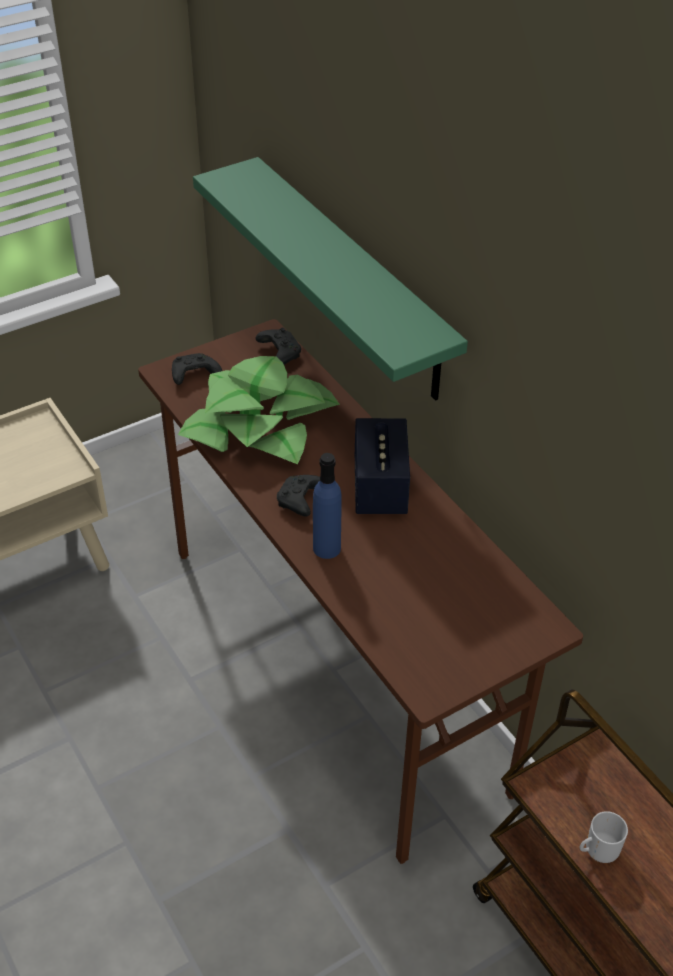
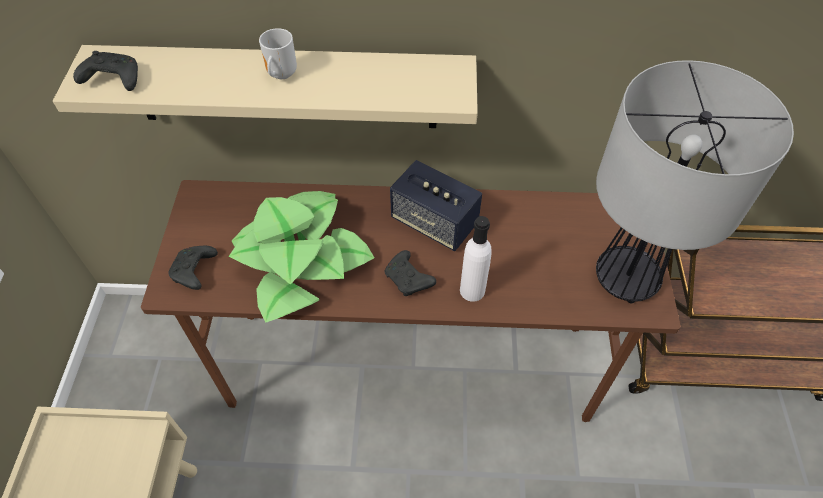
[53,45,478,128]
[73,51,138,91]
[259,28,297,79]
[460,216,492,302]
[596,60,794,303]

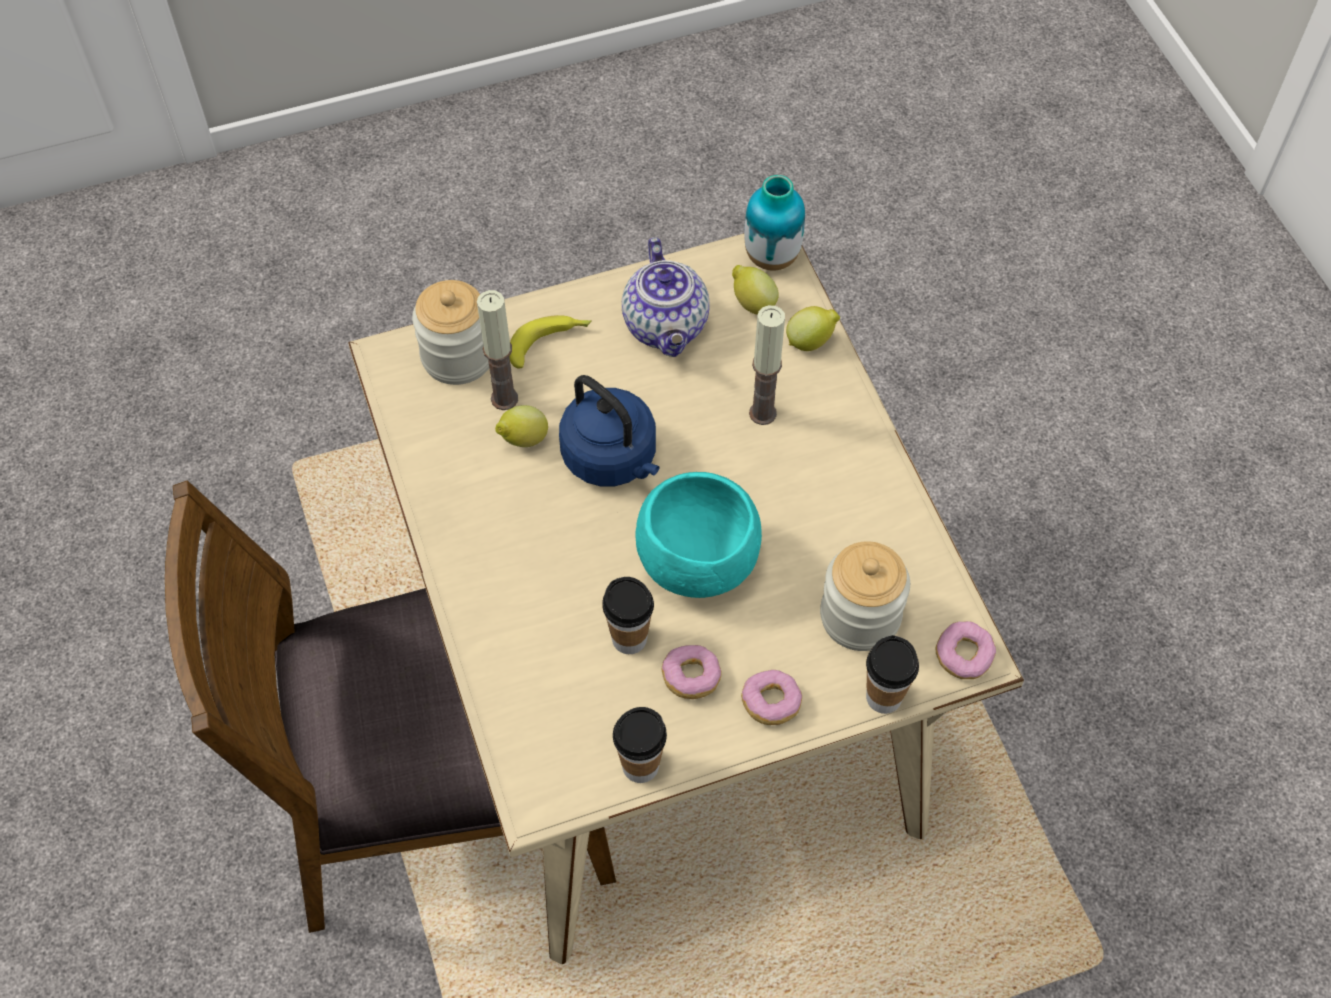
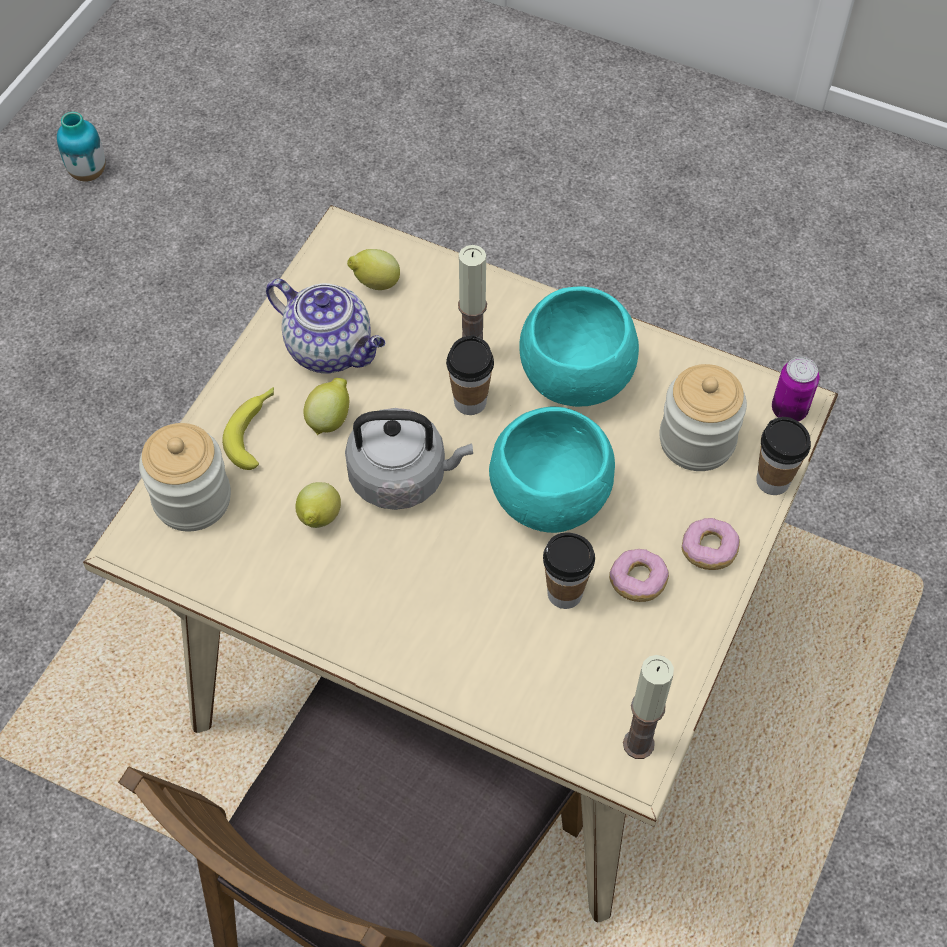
[57,112,105,182]
[303,378,349,435]
[345,408,473,510]
[446,336,494,415]
[519,286,639,407]
[623,655,674,759]
[772,357,820,422]

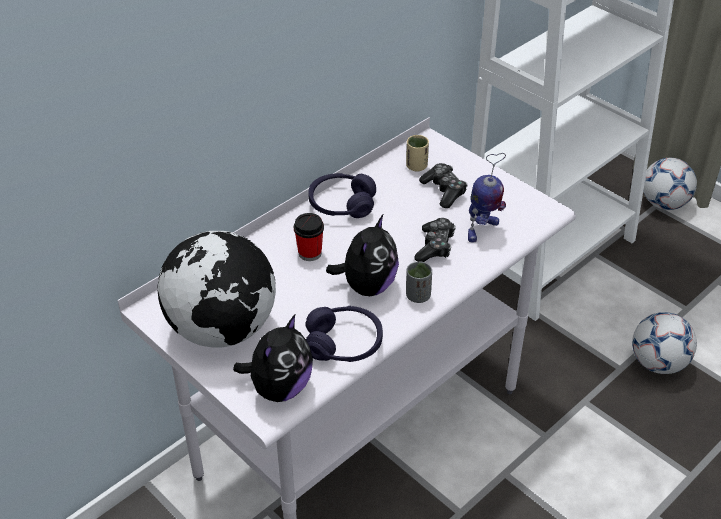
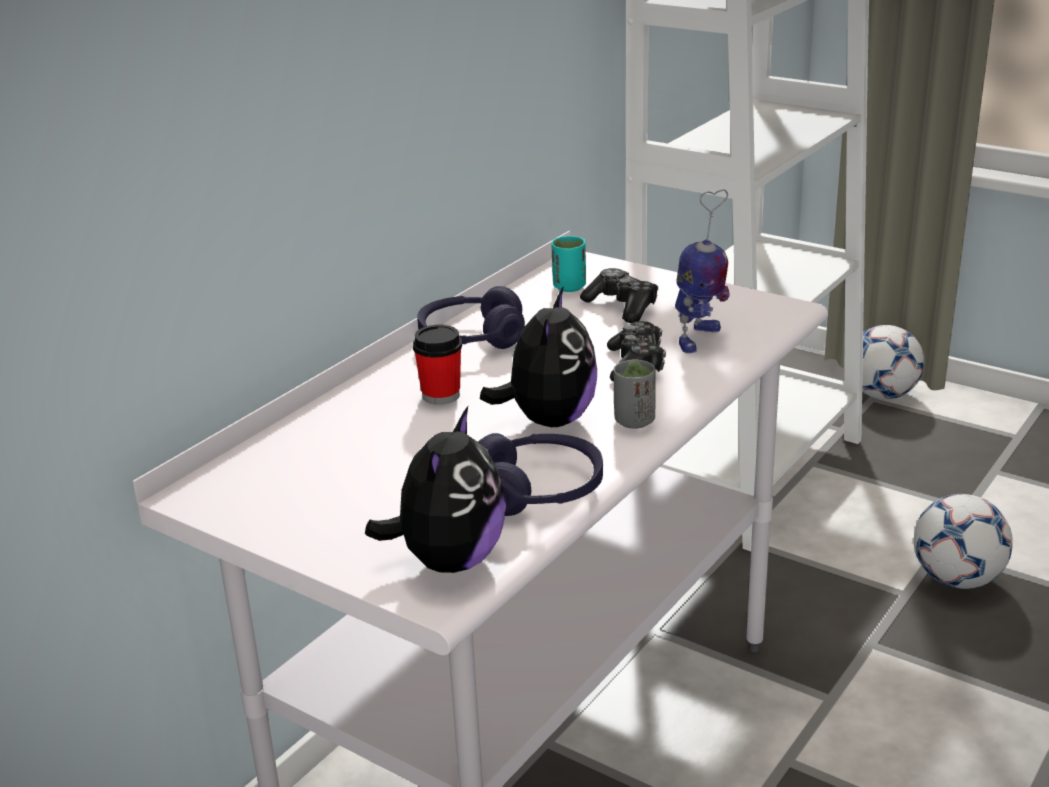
[551,236,586,292]
[157,231,276,347] (first image)

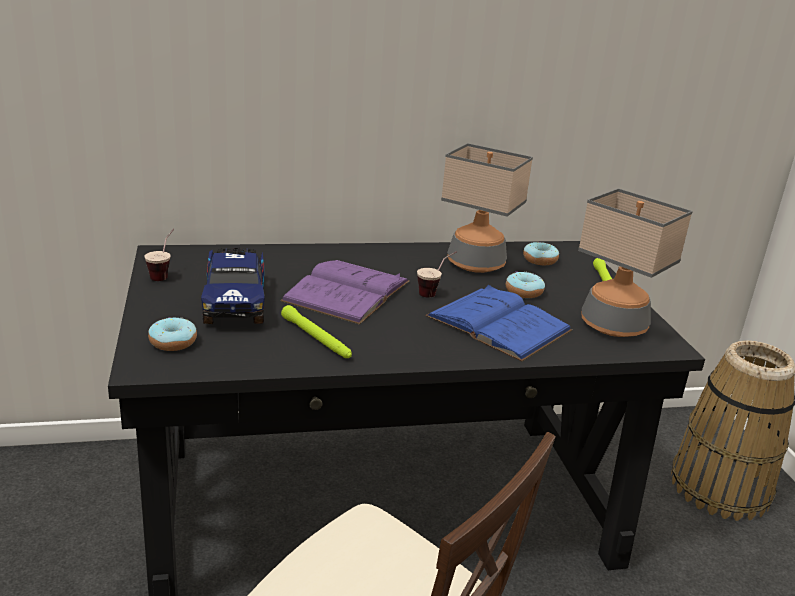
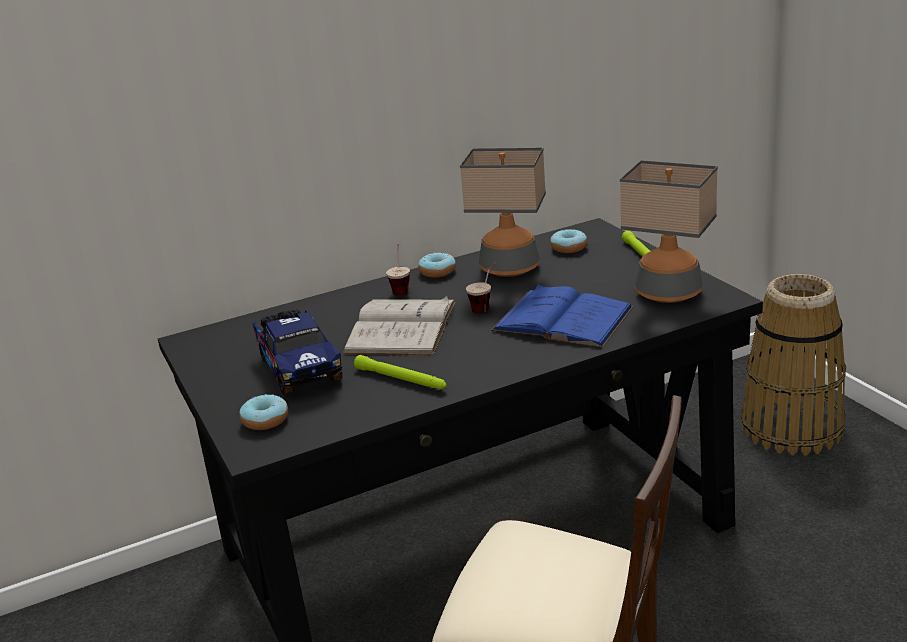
[343,296,456,356]
[386,244,410,296]
[418,252,456,277]

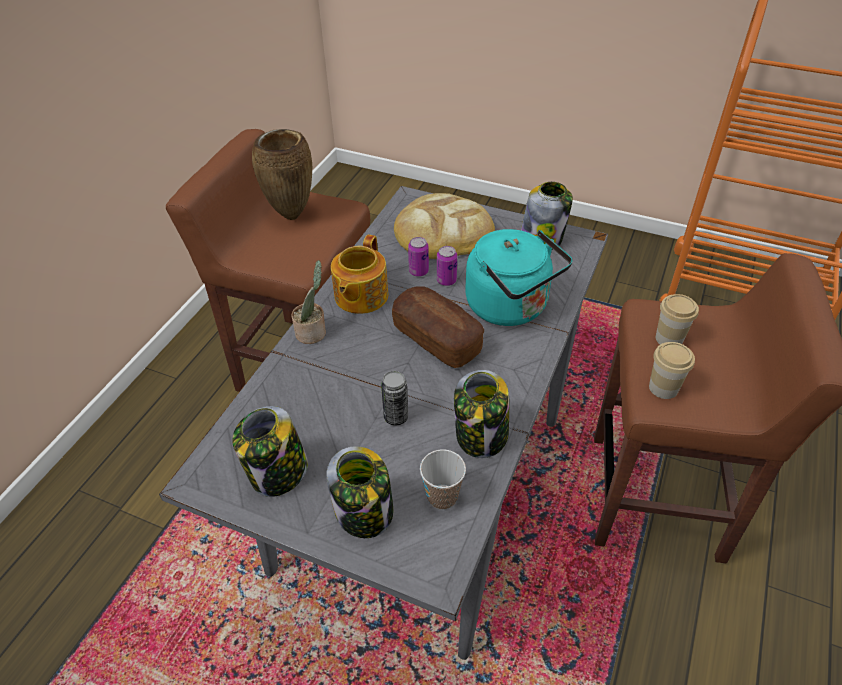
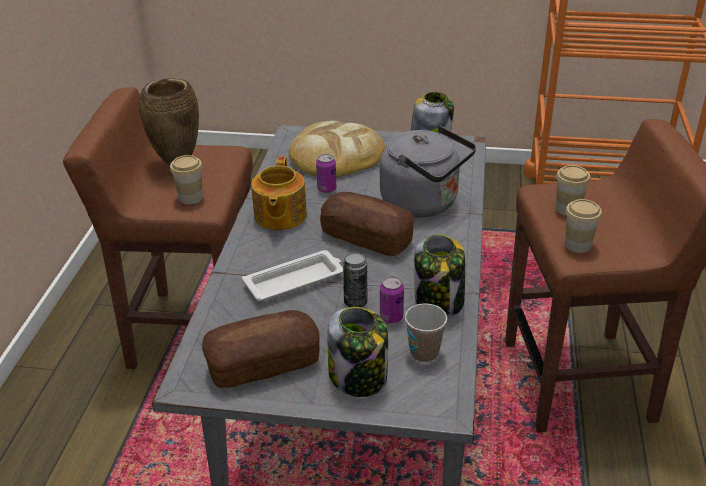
[170,155,203,205]
[202,310,320,388]
[242,250,343,301]
[380,126,476,217]
[380,276,404,323]
[292,260,326,344] (first image)

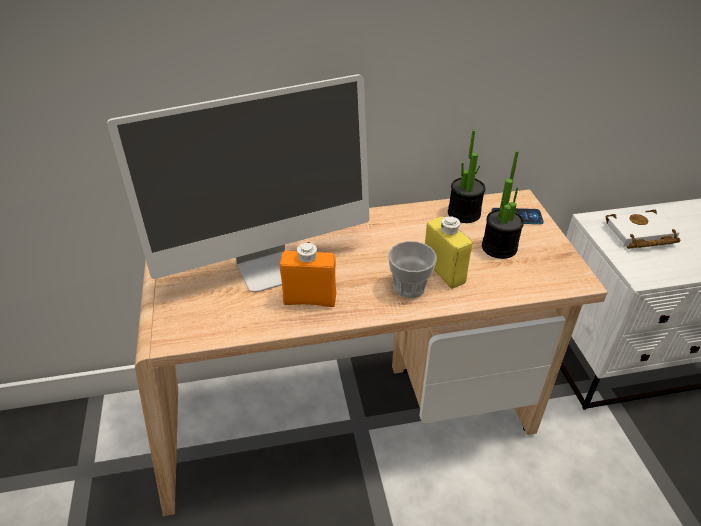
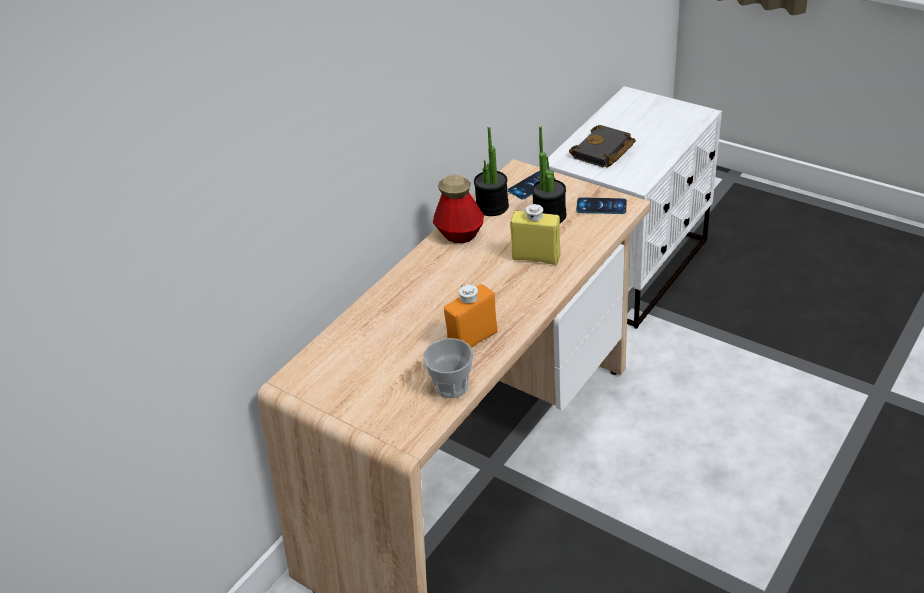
[423,338,473,398]
[433,175,484,243]
[569,125,636,168]
[576,197,627,214]
[107,74,369,292] (first image)

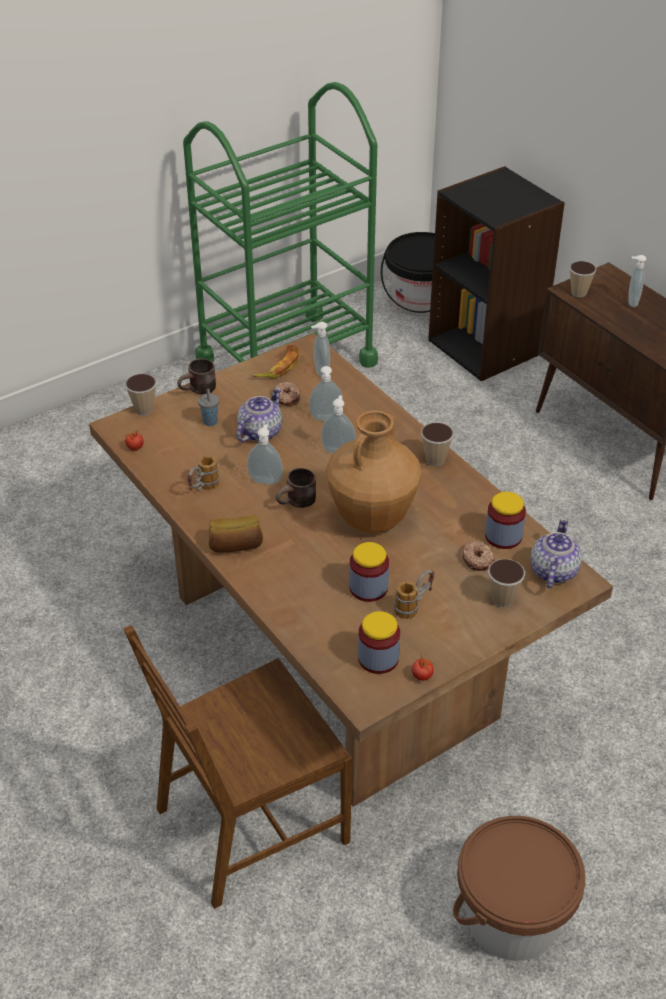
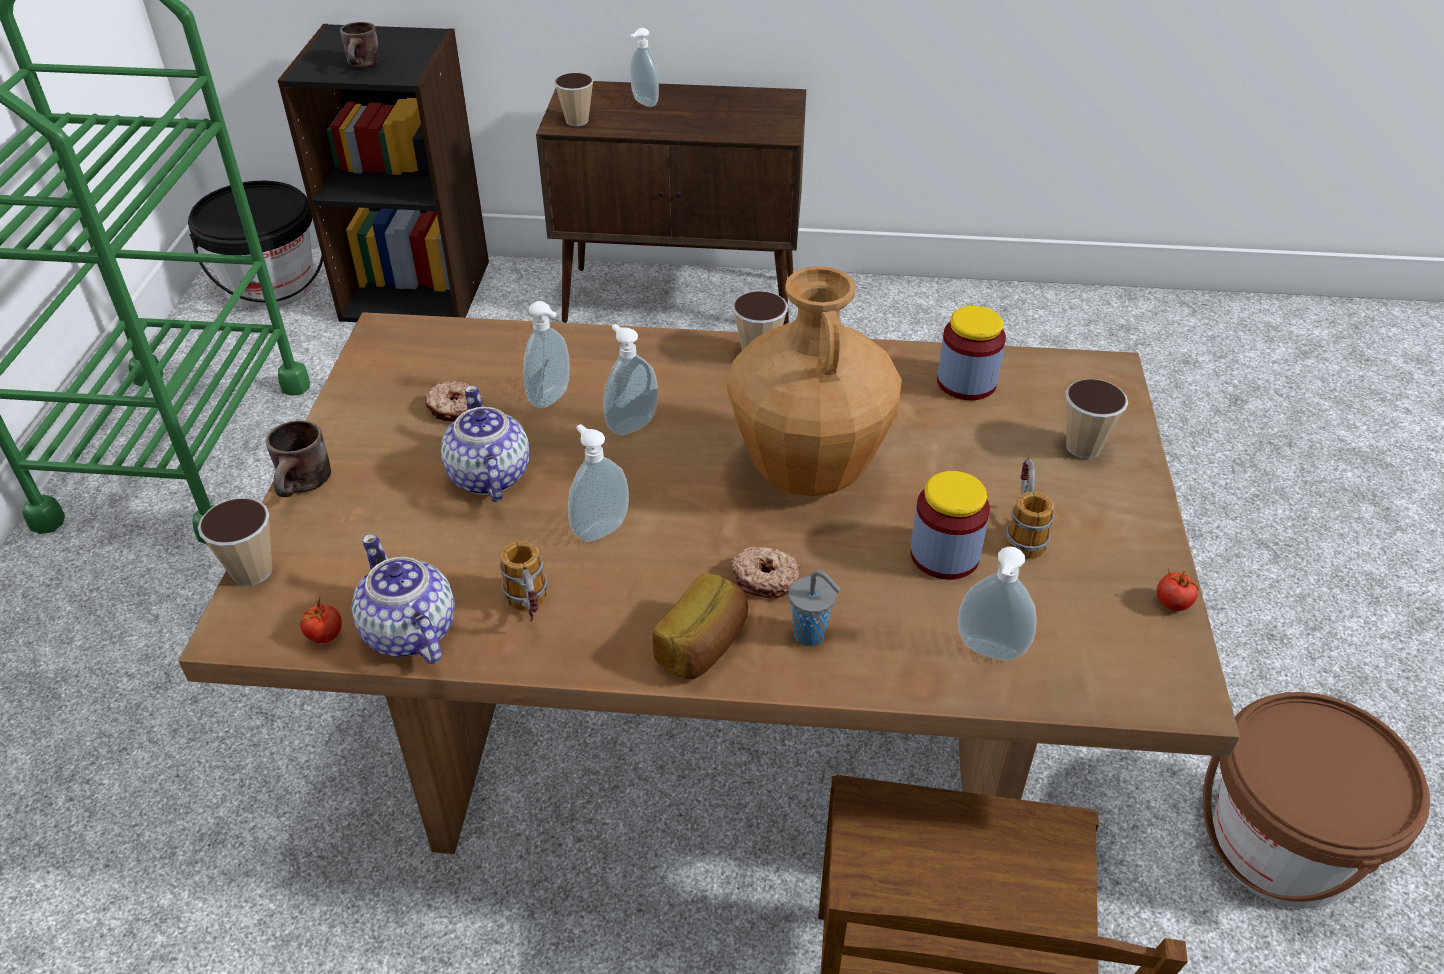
[340,22,380,68]
[352,534,455,664]
[731,547,801,598]
[788,570,841,646]
[958,546,1037,661]
[251,345,299,378] (first image)
[358,611,400,674] (first image)

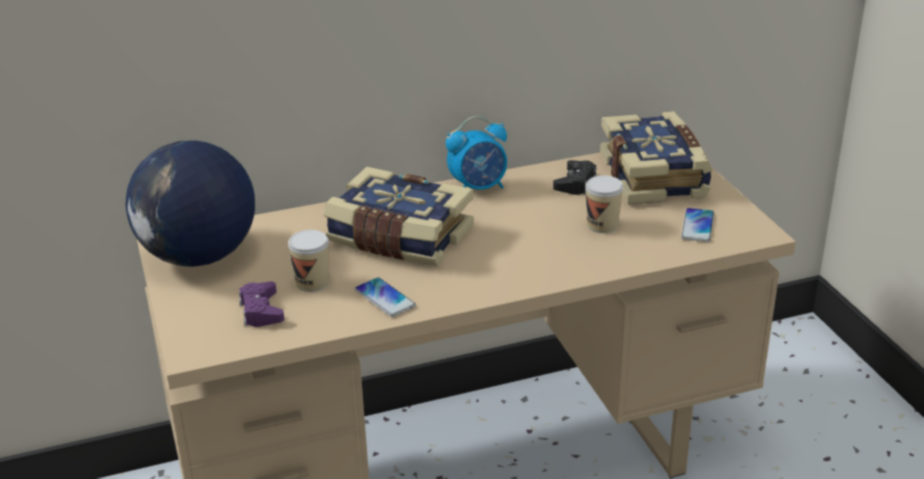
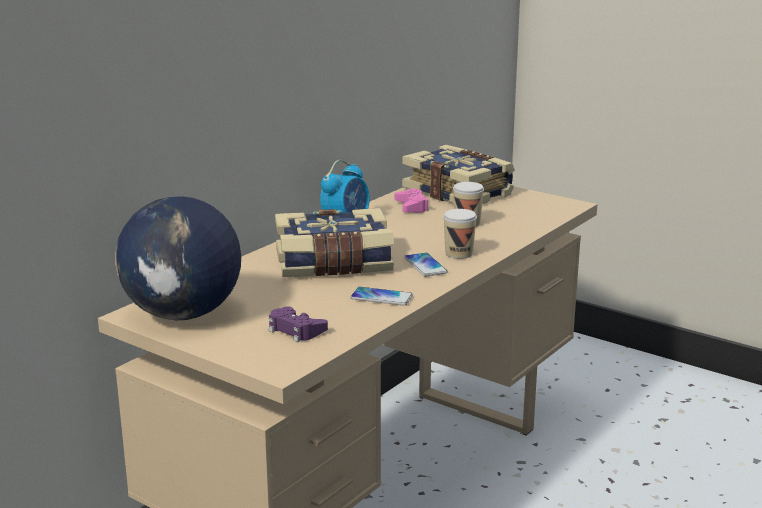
[395,188,429,213]
[404,253,448,277]
[443,209,477,259]

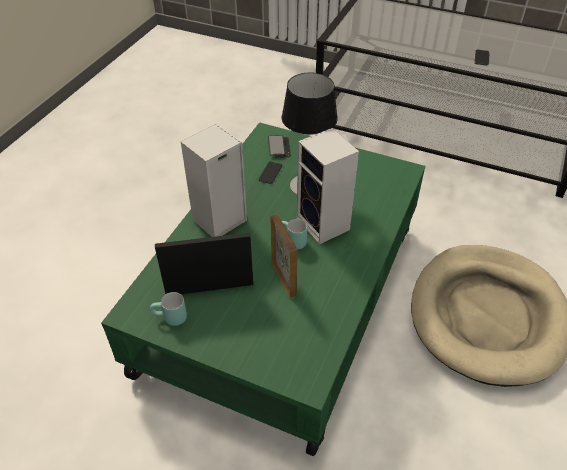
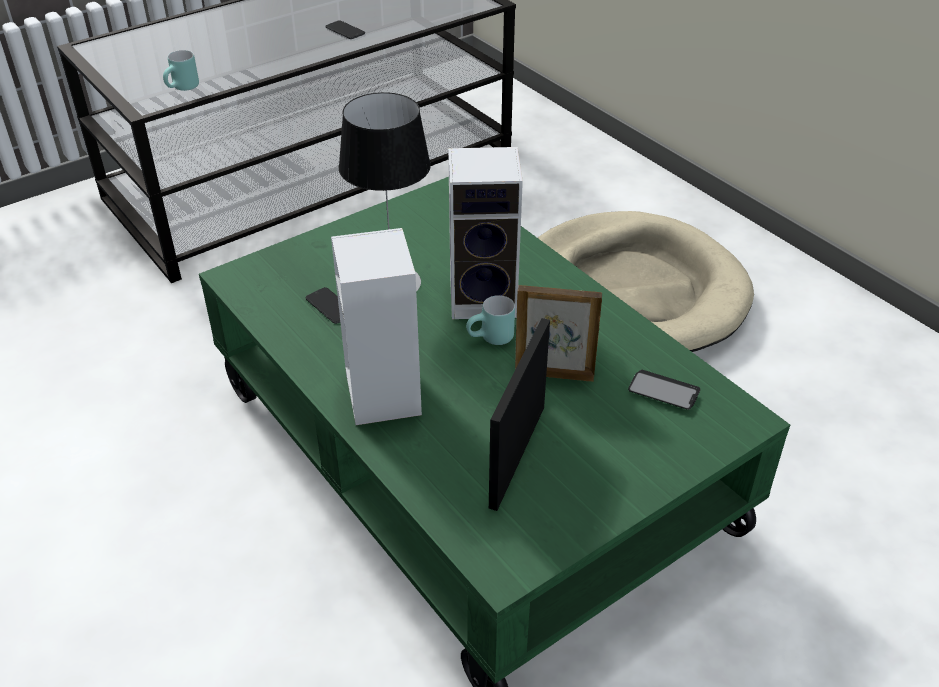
[163,50,199,91]
[628,370,700,410]

